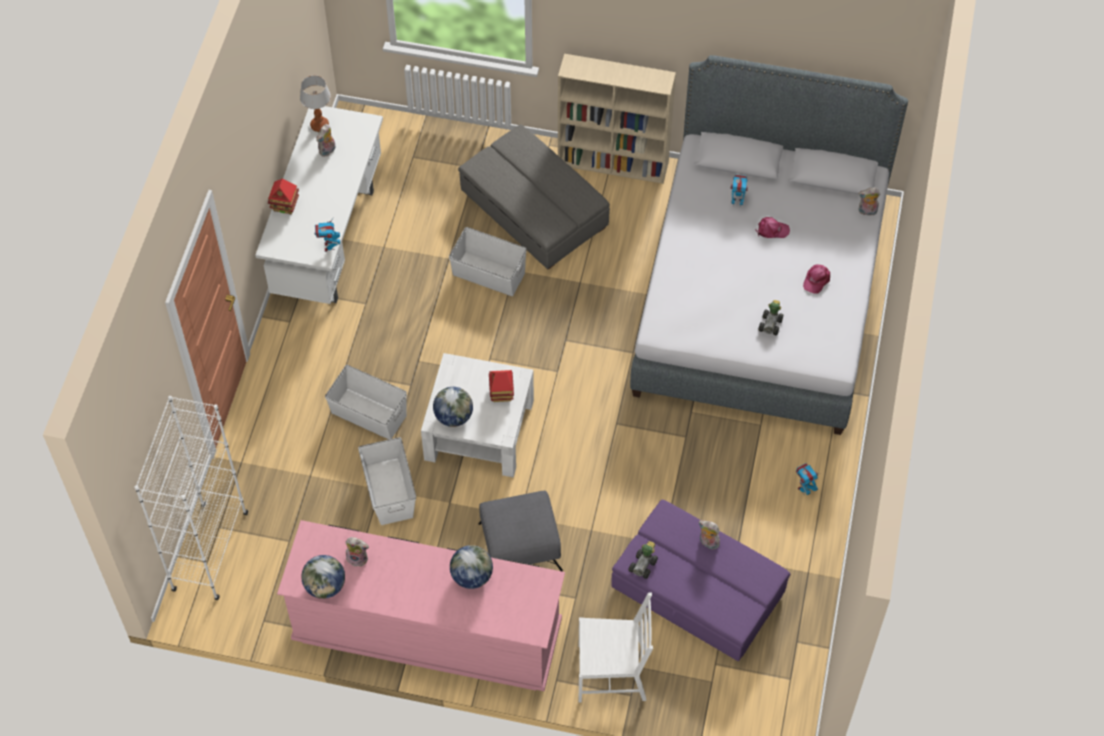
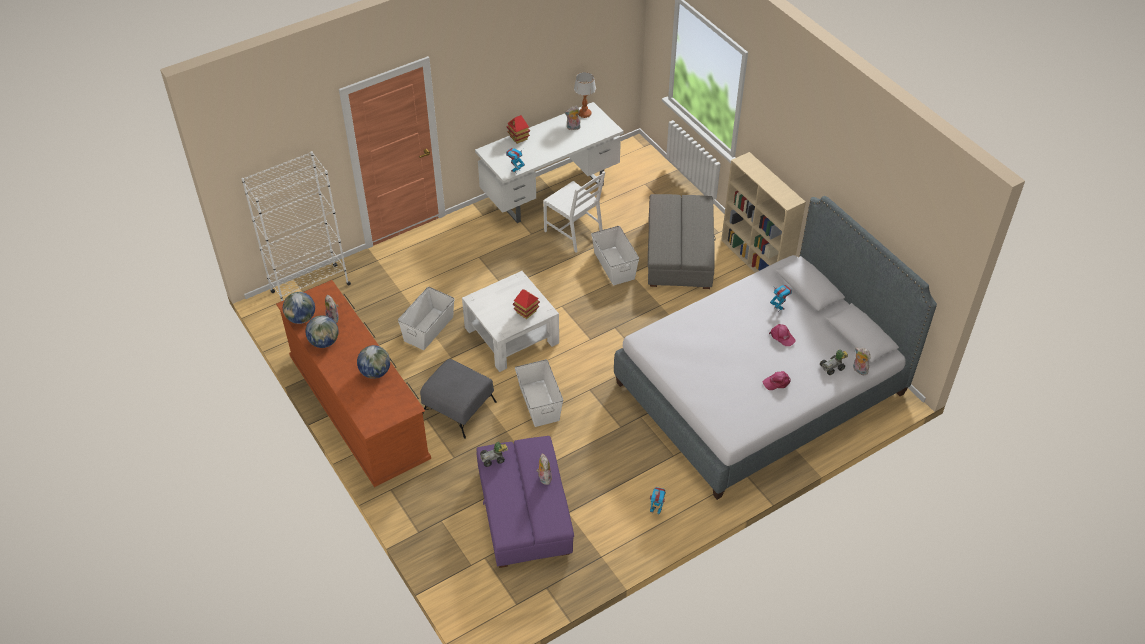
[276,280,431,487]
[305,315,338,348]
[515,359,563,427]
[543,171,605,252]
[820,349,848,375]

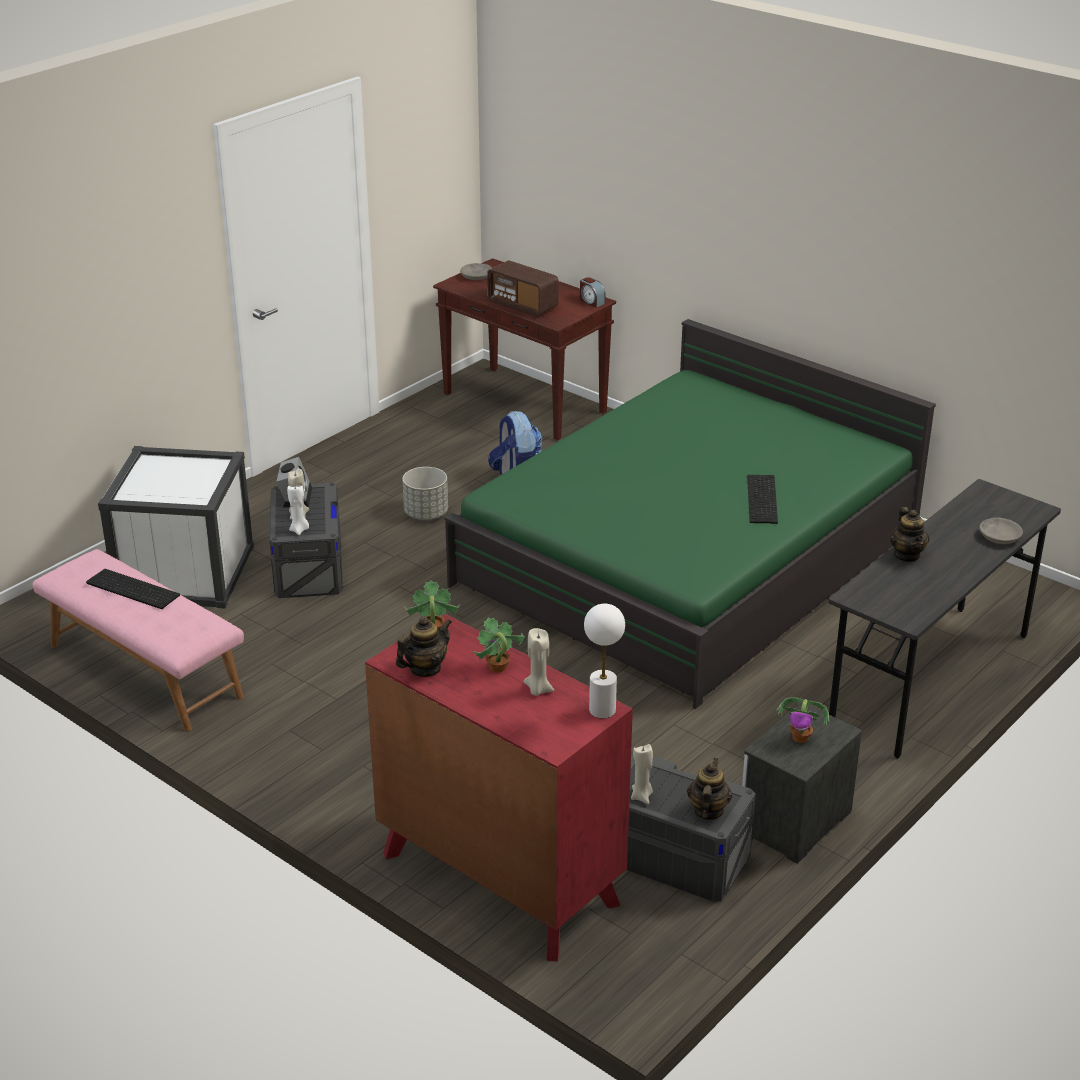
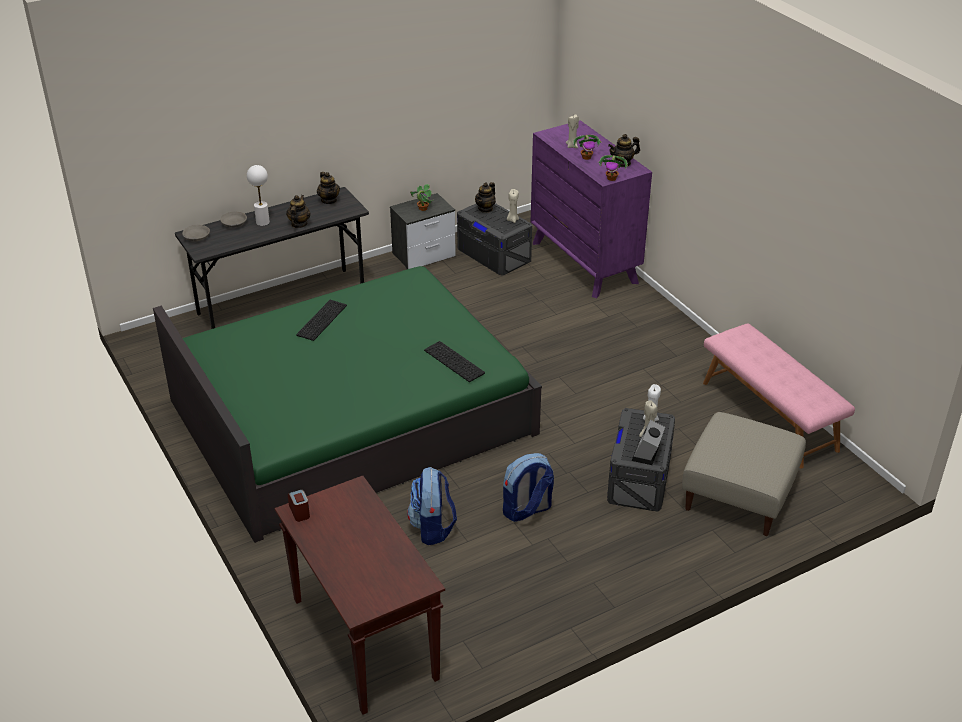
[182,225,210,242]
[247,165,270,226]
[317,172,340,204]
[424,341,485,382]
[503,453,554,522]
[531,120,652,298]
[682,412,806,536]
[487,261,559,317] (first image)

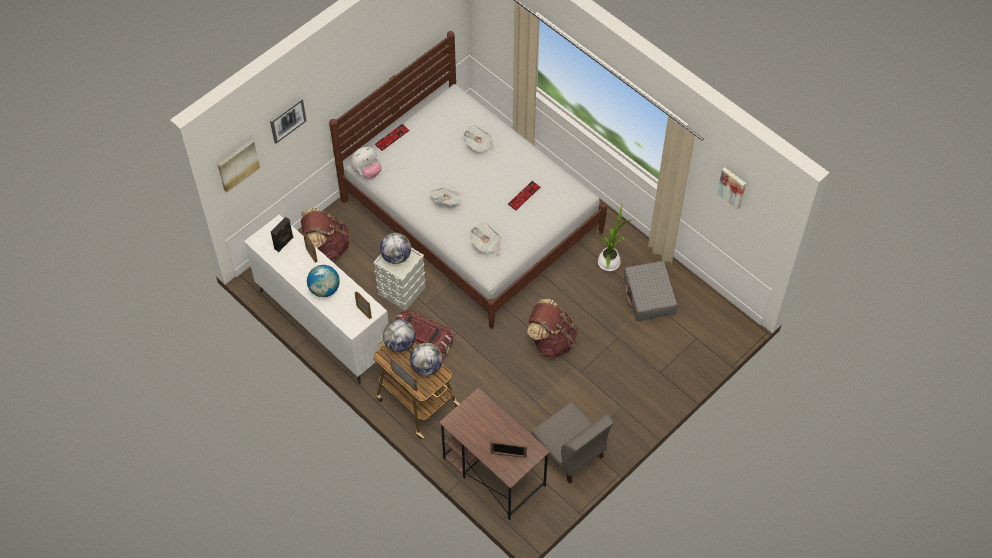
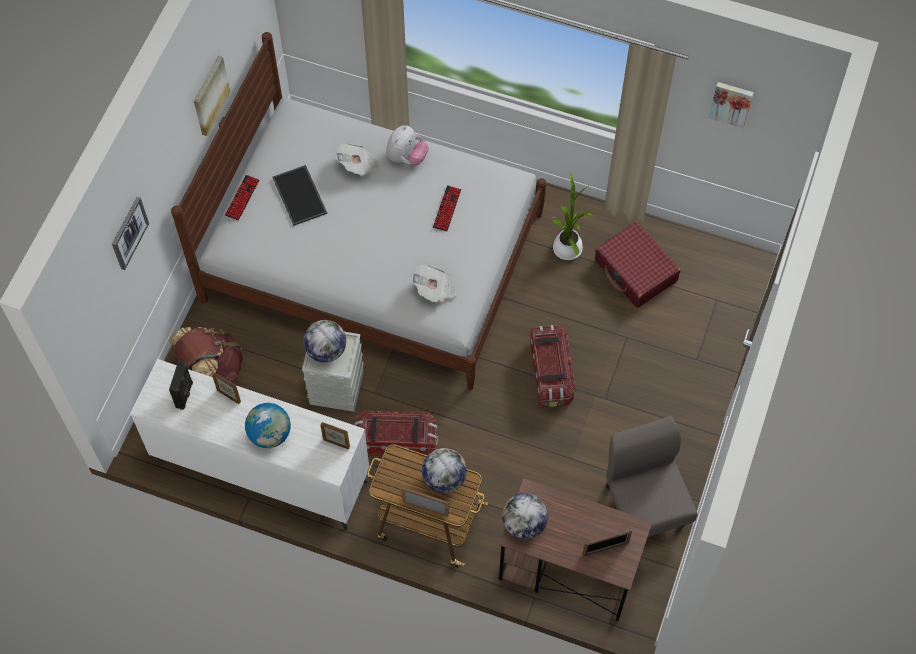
[194,56,230,136]
[272,165,327,226]
[386,125,429,165]
[502,493,548,539]
[530,325,576,408]
[595,222,680,308]
[606,416,698,537]
[430,187,462,205] (first image)

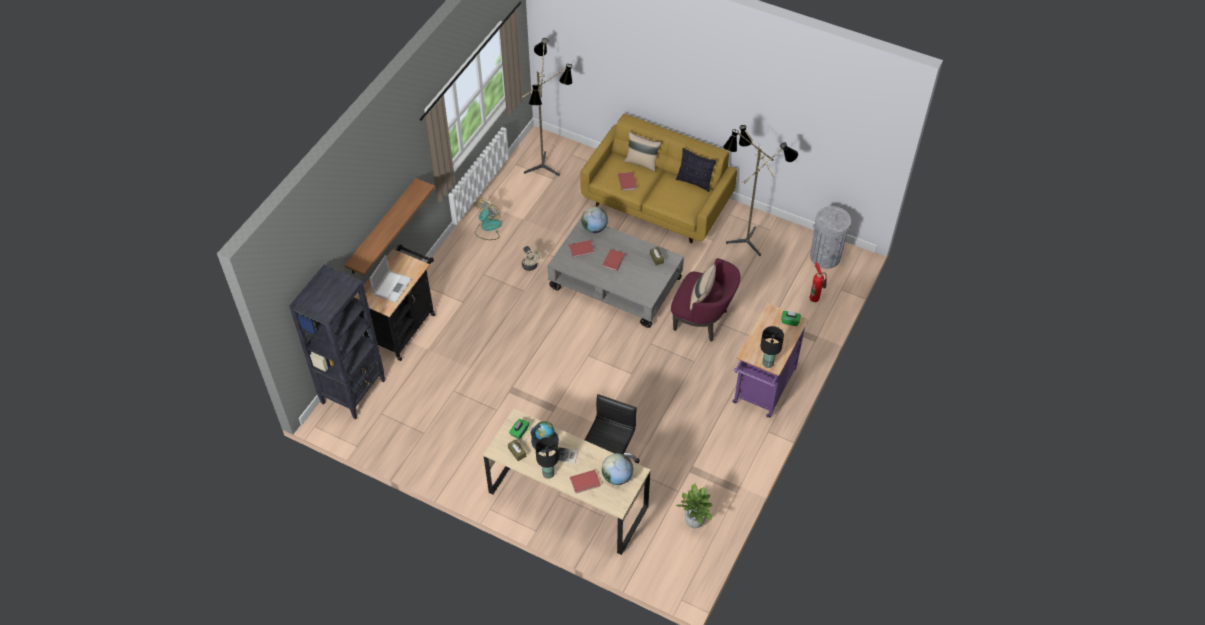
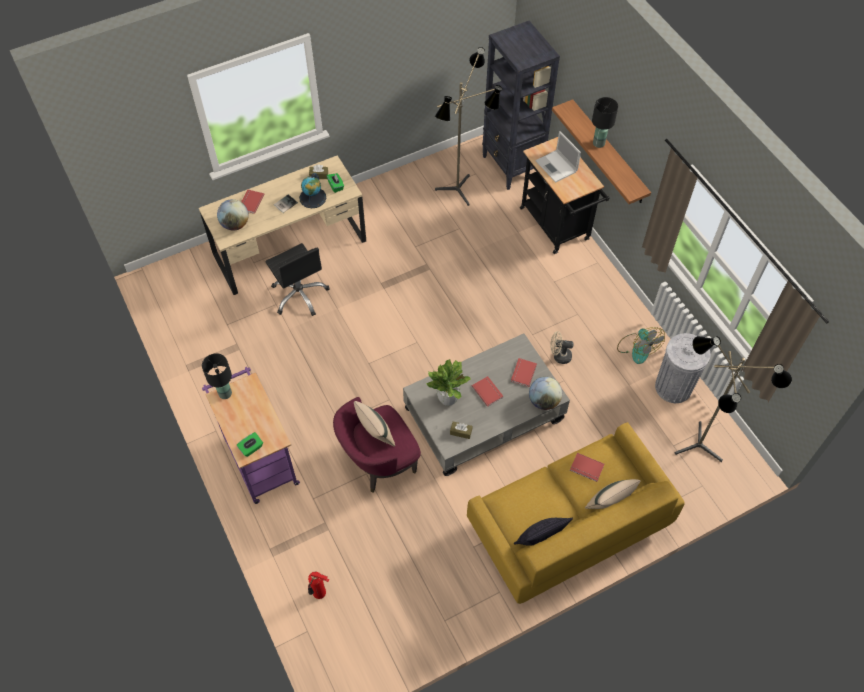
[426,359,471,406]
[435,47,502,206]
[592,97,618,148]
[655,333,711,403]

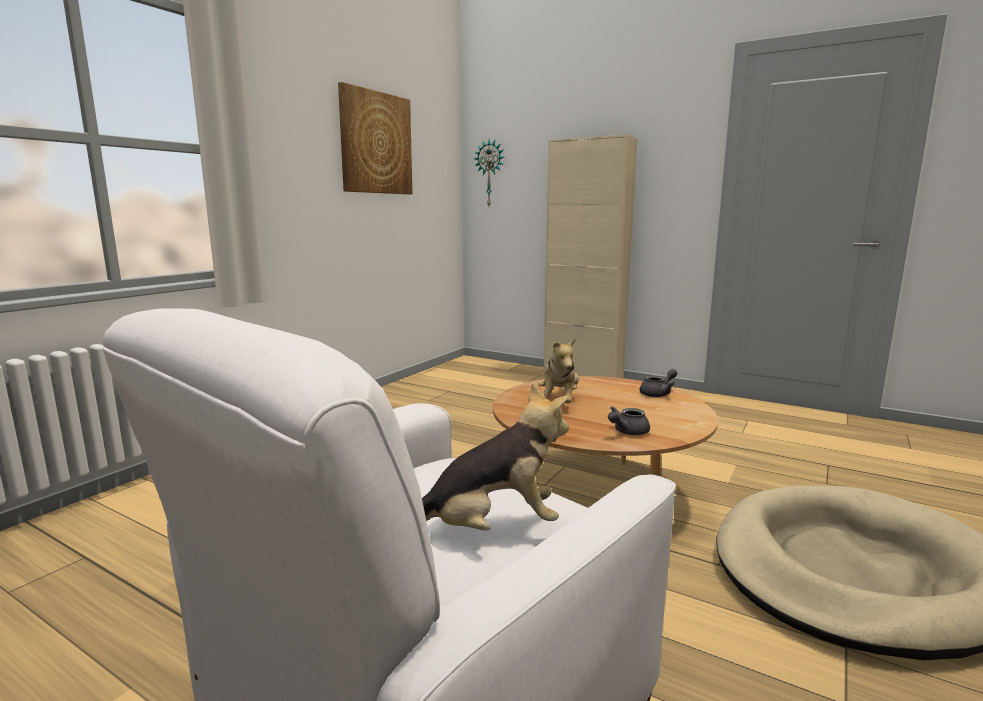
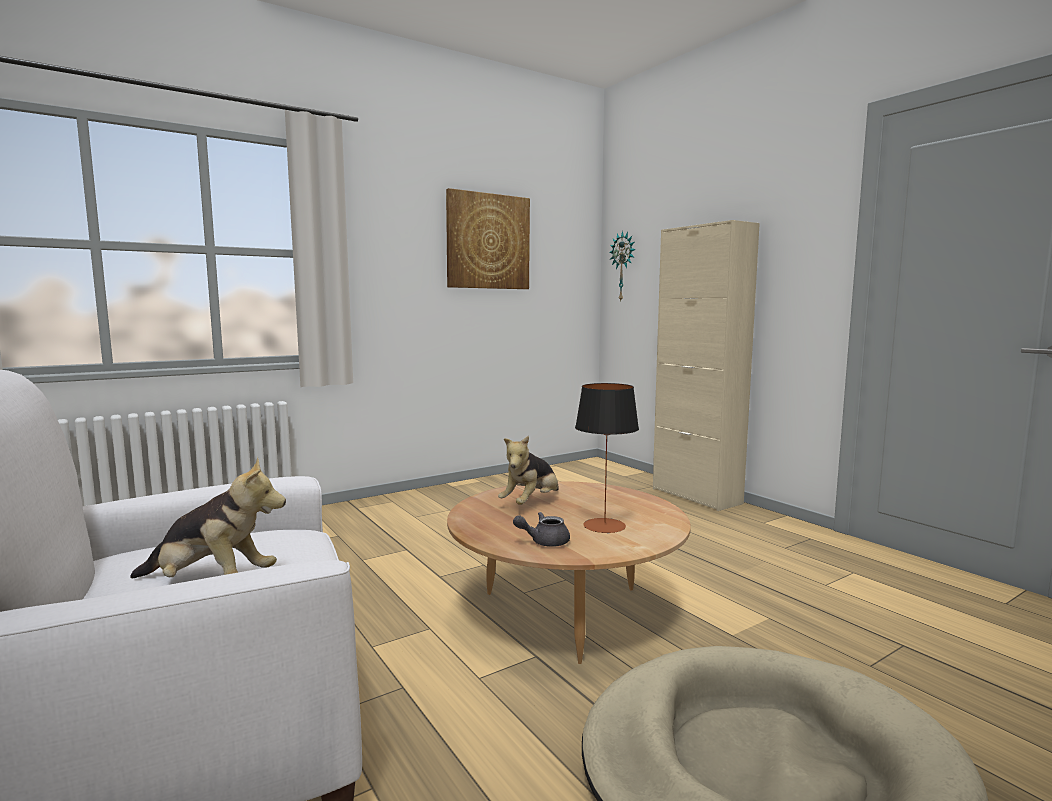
[575,383,639,533]
[640,369,677,397] (first image)

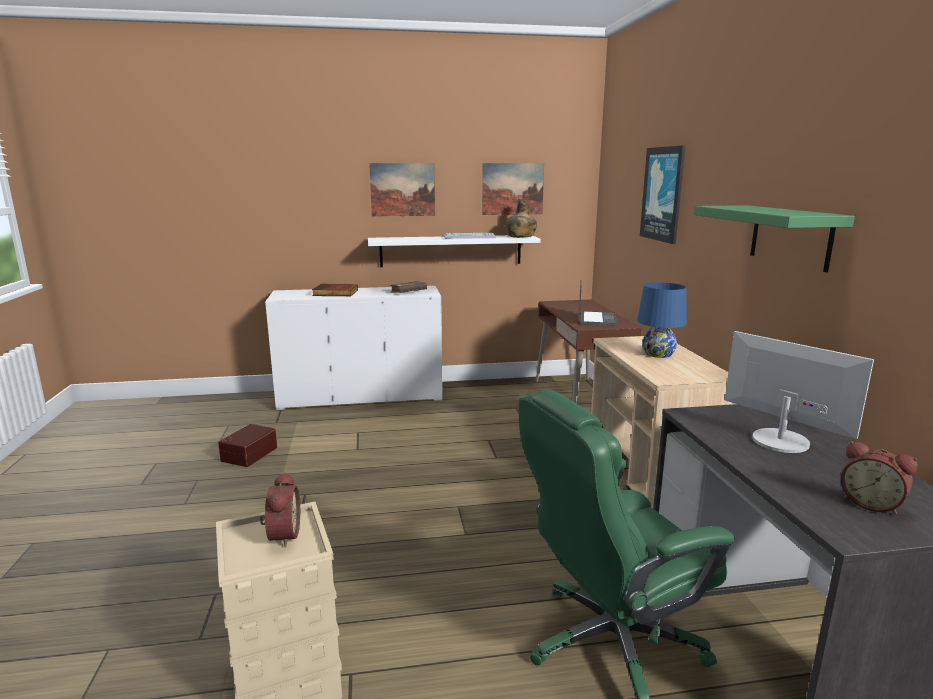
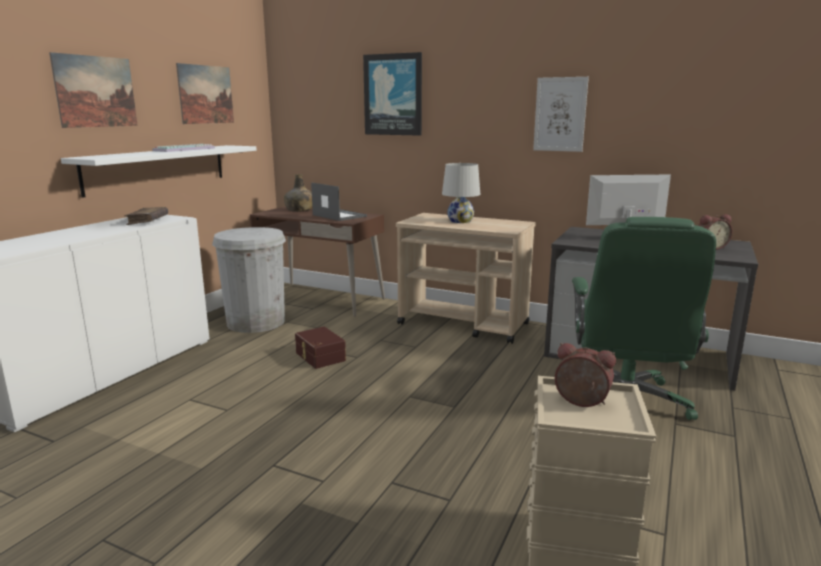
[212,227,286,333]
[284,174,312,212]
[295,327,346,369]
[442,163,480,223]
[533,77,589,152]
[312,284,358,296] (first image)

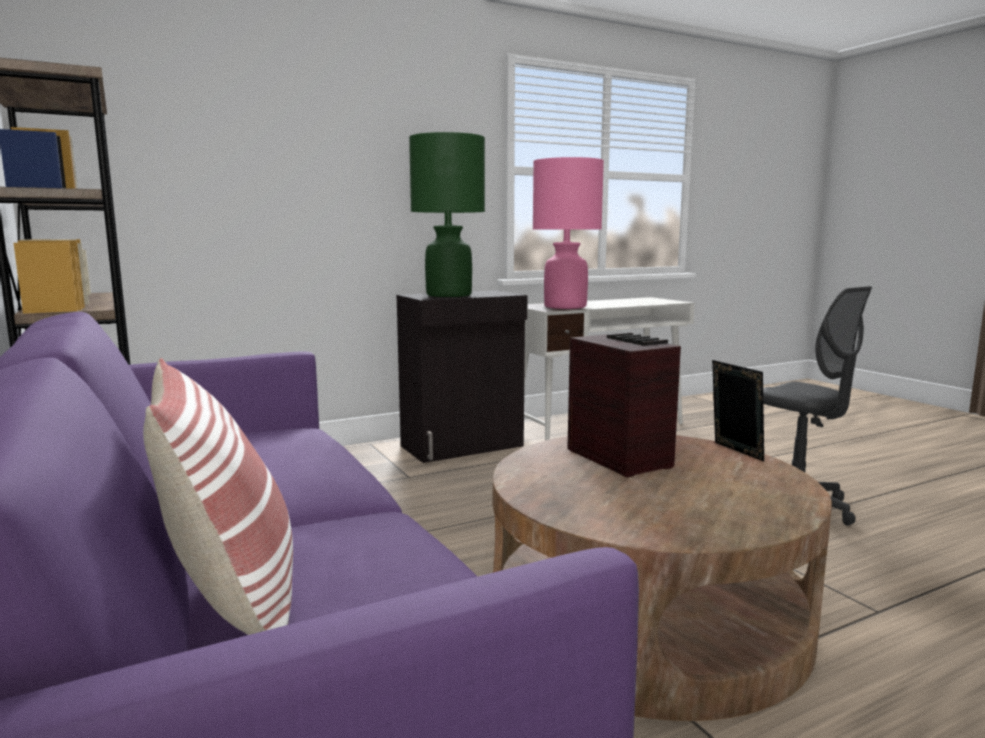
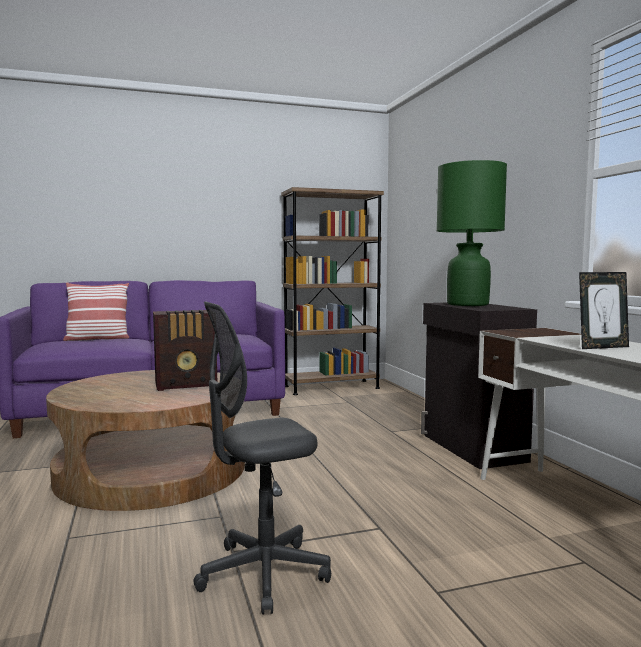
[579,272,629,349]
[533,157,604,309] (first image)

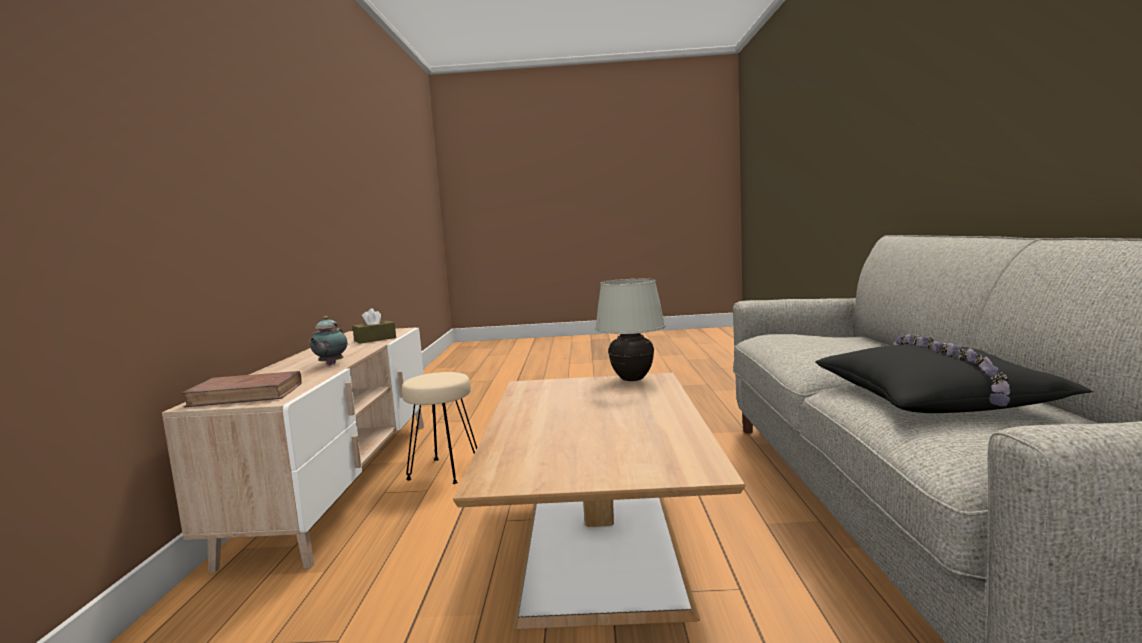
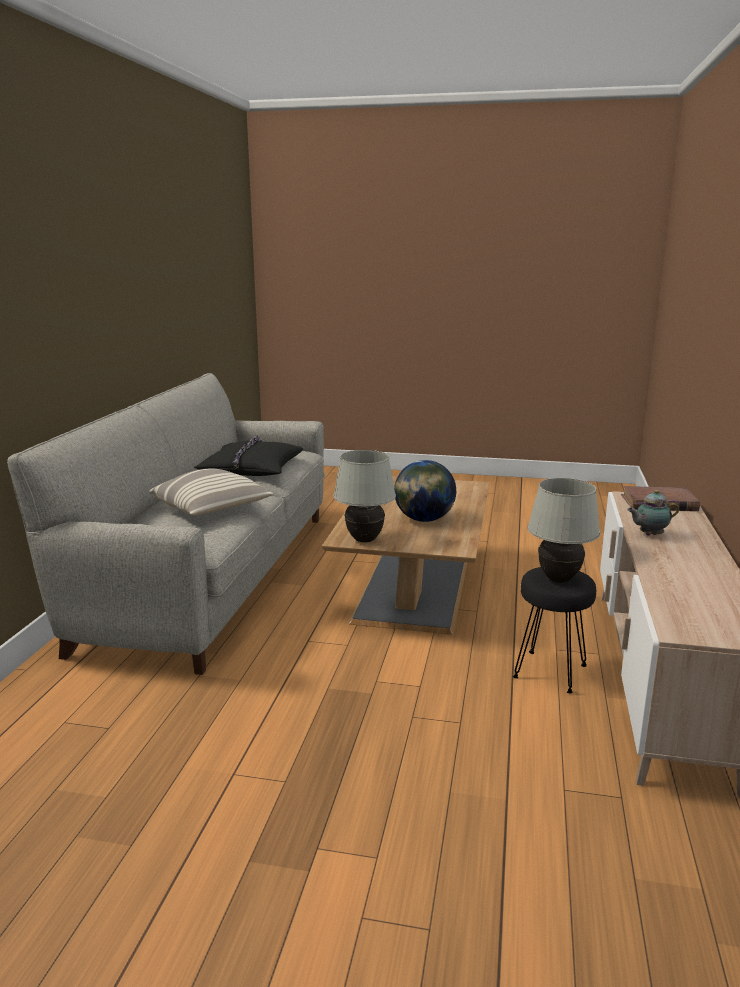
[149,469,274,516]
[394,460,456,522]
[513,567,596,693]
[528,478,600,583]
[627,490,679,536]
[352,308,396,343] (first image)

